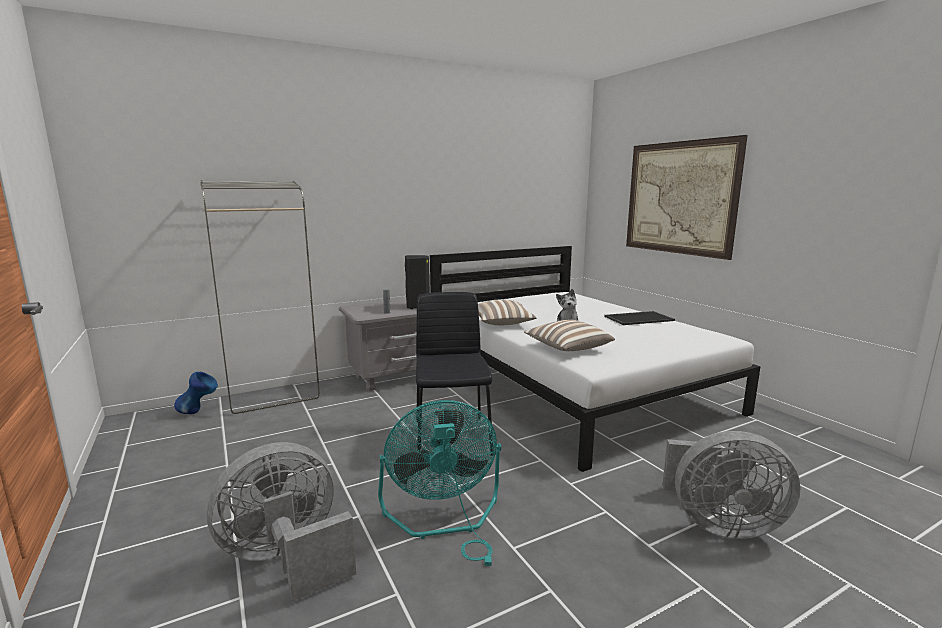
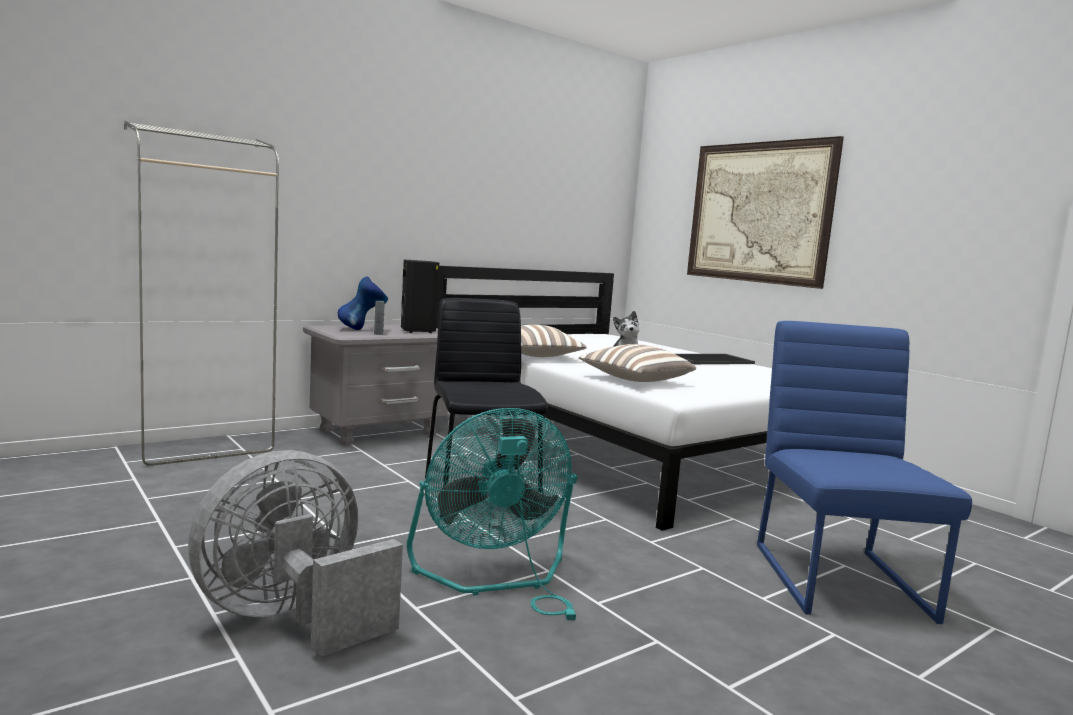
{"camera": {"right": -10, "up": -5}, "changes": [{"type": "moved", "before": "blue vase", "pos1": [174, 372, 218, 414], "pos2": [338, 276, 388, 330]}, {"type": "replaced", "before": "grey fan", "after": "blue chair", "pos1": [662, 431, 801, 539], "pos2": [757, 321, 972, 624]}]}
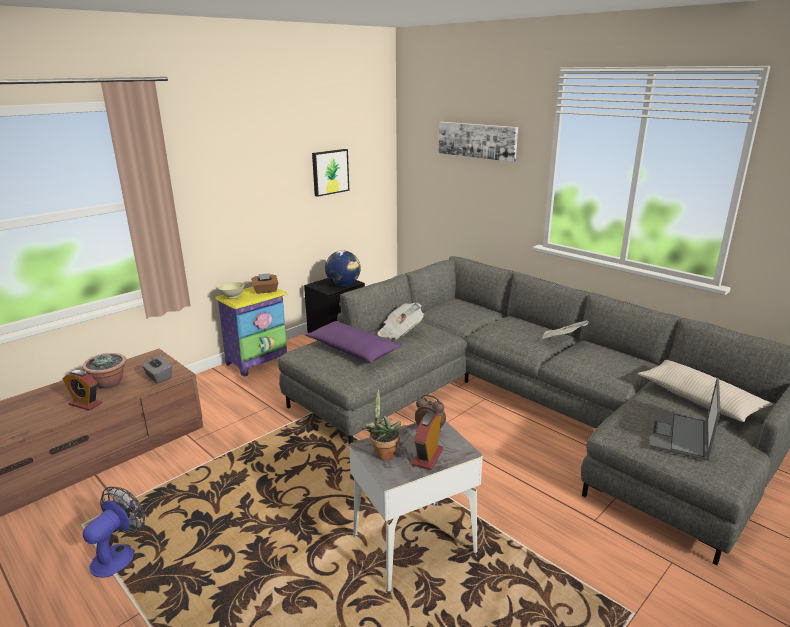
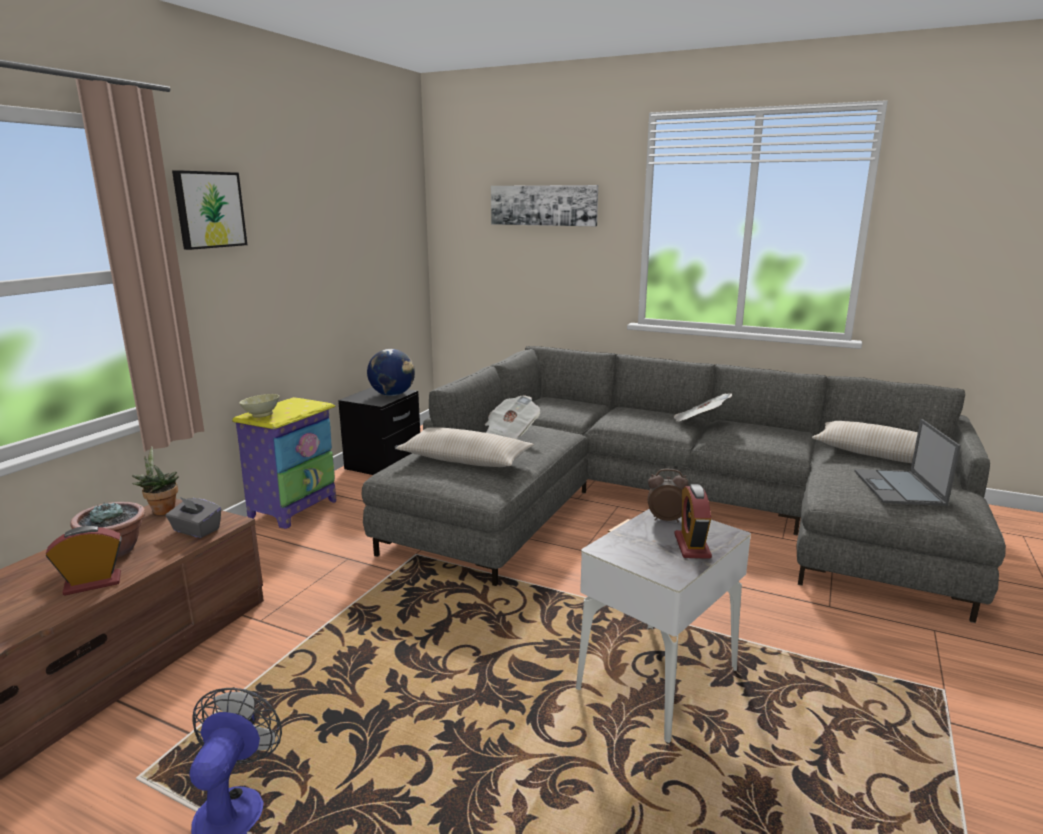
{"camera": {"right": -20, "up": -5}, "changes": [{"type": "turned", "before": "alarm clock", "pos1": [63, 370, 102, 411], "pos2": [46, 526, 122, 595], "turn": 150}, {"type": "removed", "before": "brown tissue box", "pos1": [251, 273, 278, 294]}, {"type": "recoloured", "before": "purple pillow", "after": "beige pillow", "pos1": [306, 321, 402, 363], "pos2": [396, 427, 534, 467]}, {"type": "moved", "before": "picture", "pos1": [312, 149, 350, 197], "pos2": [172, 170, 247, 250]}, {"type": "moved", "before": "potted plant", "pos1": [362, 390, 401, 460], "pos2": [132, 446, 179, 515]}]}
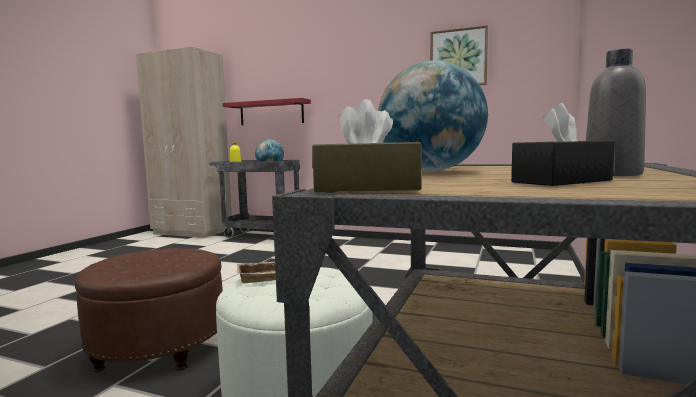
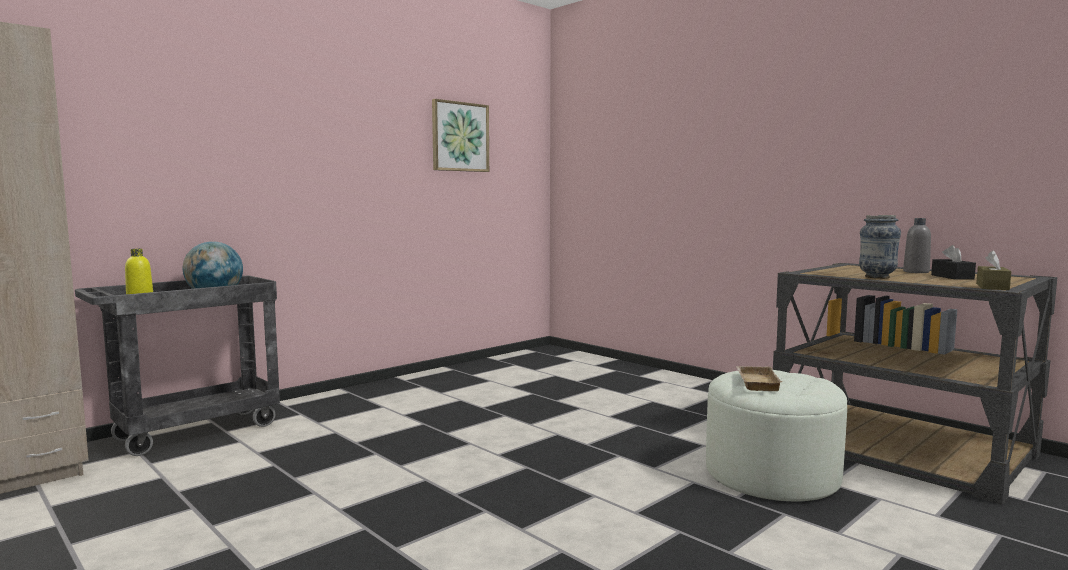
{"camera": {"right": -65, "up": 0}, "changes": [{"type": "removed", "before": "brown ottoman", "pos1": [75, 248, 223, 372]}, {"type": "removed", "before": "red shelf", "pos1": [222, 98, 311, 126]}, {"type": "replaced", "before": "globe", "after": "vase", "pos1": [378, 61, 488, 171], "pos2": [859, 215, 901, 279]}]}
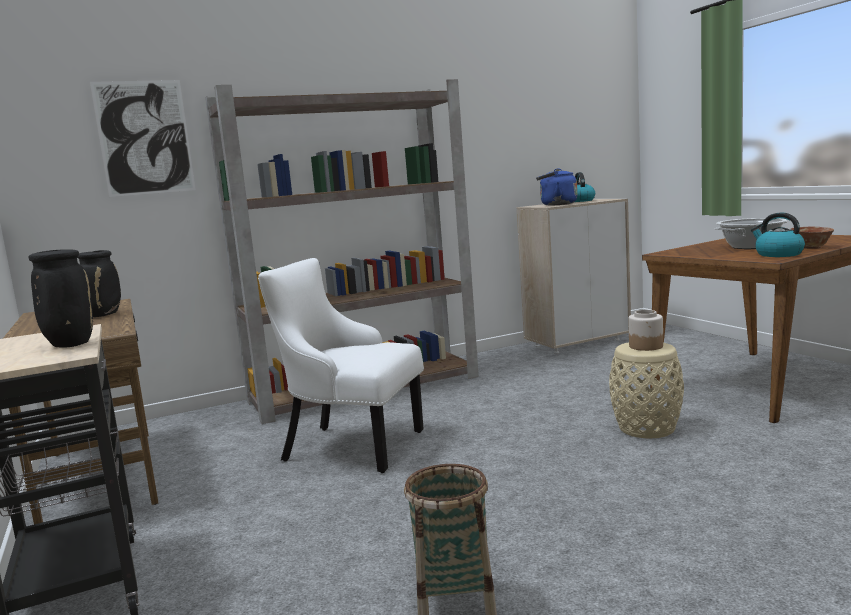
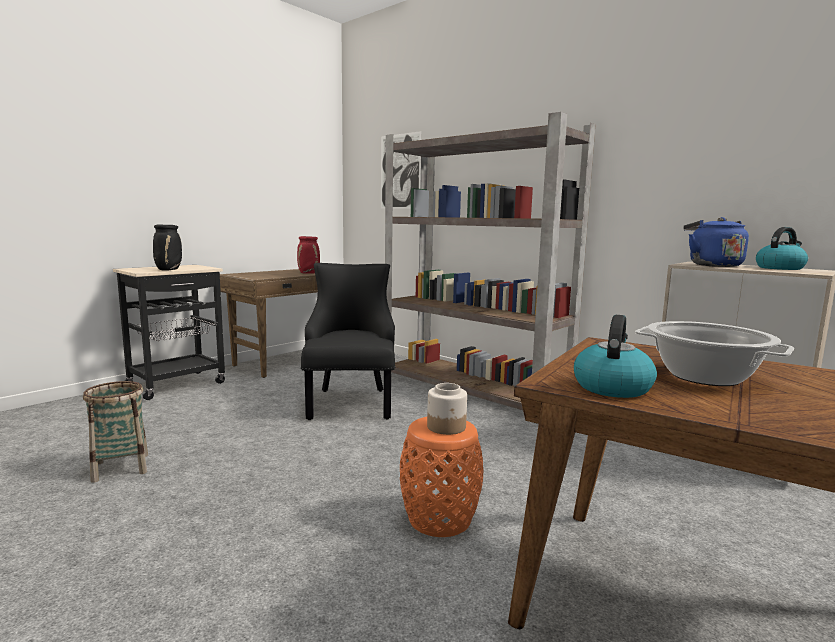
{"camera": {"right": 65, "up": 0}, "changes": [{"type": "recoloured", "before": "black vase", "after": "red vase", "pos1": [77, 250, 121, 317], "pos2": [297, 236, 320, 274]}, {"type": "recoloured", "before": "white chair", "after": "black chair", "pos1": [258, 258, 424, 473], "pos2": [301, 263, 395, 420]}, {"type": "recoloured", "before": "beige stool", "after": "orange stool", "pos1": [609, 342, 684, 438], "pos2": [400, 417, 484, 537]}, {"type": "removed", "before": "bowl", "pos1": [791, 227, 834, 249]}]}
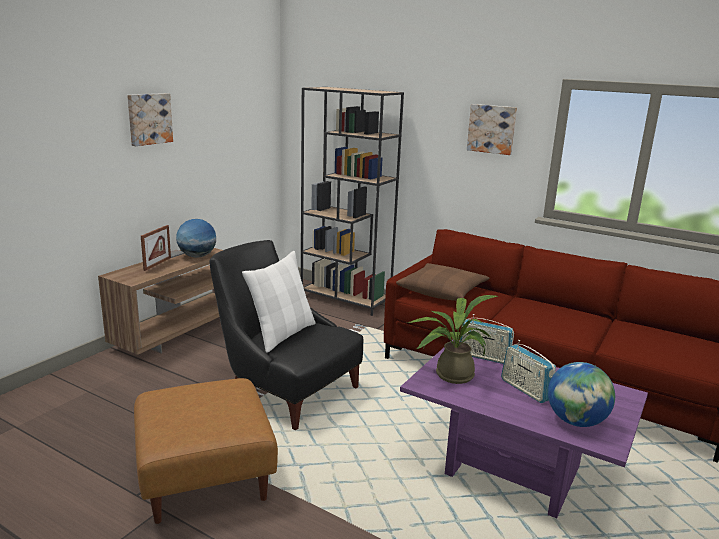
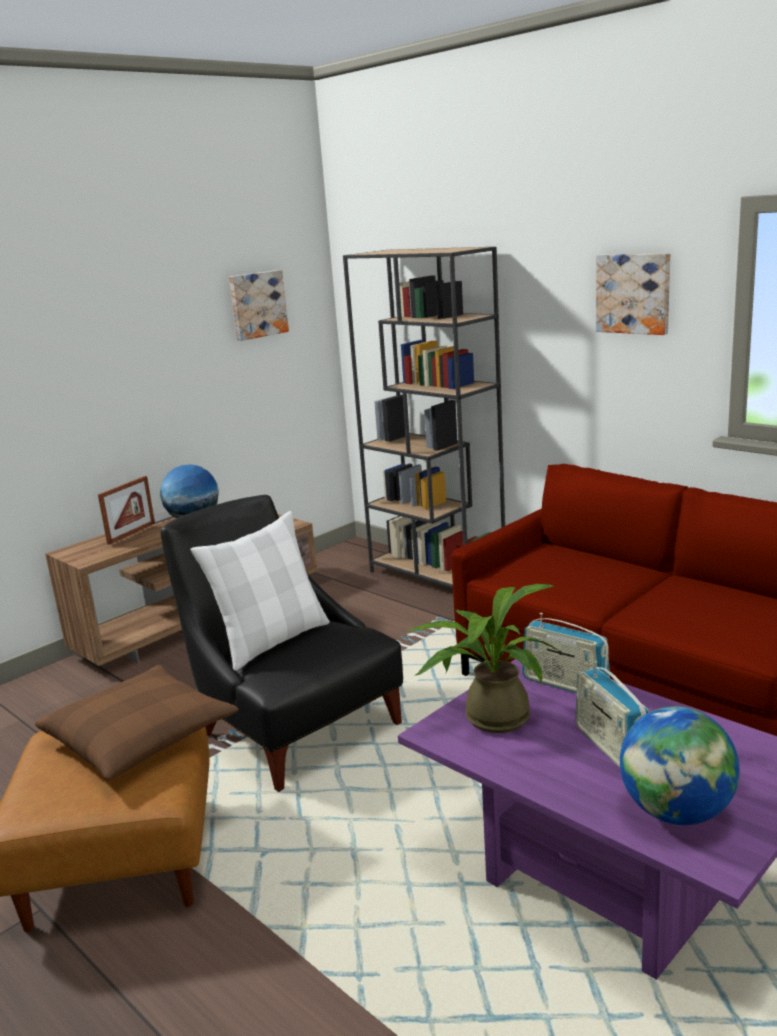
{"camera": {"right": 15, "up": 0}, "changes": [{"type": "moved", "before": "picture", "pos1": [127, 93, 173, 146], "pos2": [229, 270, 289, 341]}, {"type": "moved", "before": "brown pillow", "pos1": [396, 263, 489, 301], "pos2": [35, 665, 239, 780]}]}
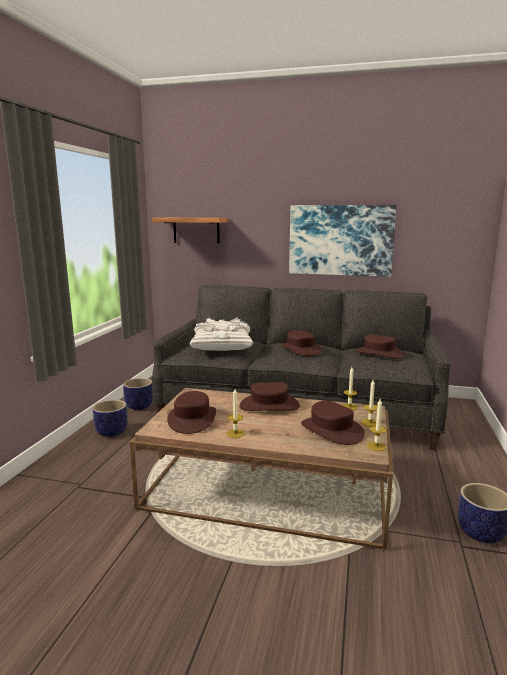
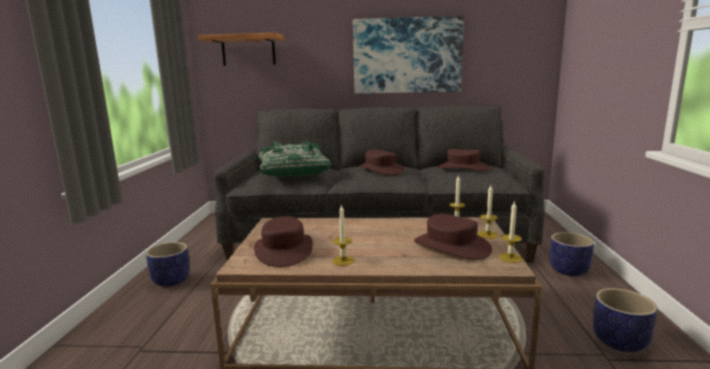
{"camera": {"right": -10, "up": 0}, "changes": [{"type": "moved", "before": "planter", "pos1": [123, 378, 153, 410], "pos2": [549, 232, 594, 276]}, {"type": "recoloured", "before": "white pillow", "after": "green pillow", "pos1": [190, 317, 253, 351], "pos2": [258, 140, 331, 177]}, {"type": "removed", "before": "brown hat", "pos1": [239, 382, 300, 411]}]}
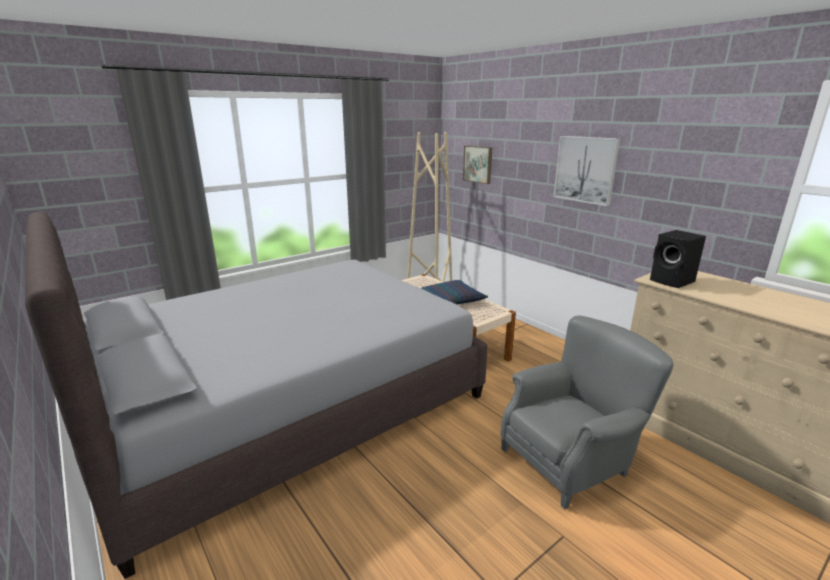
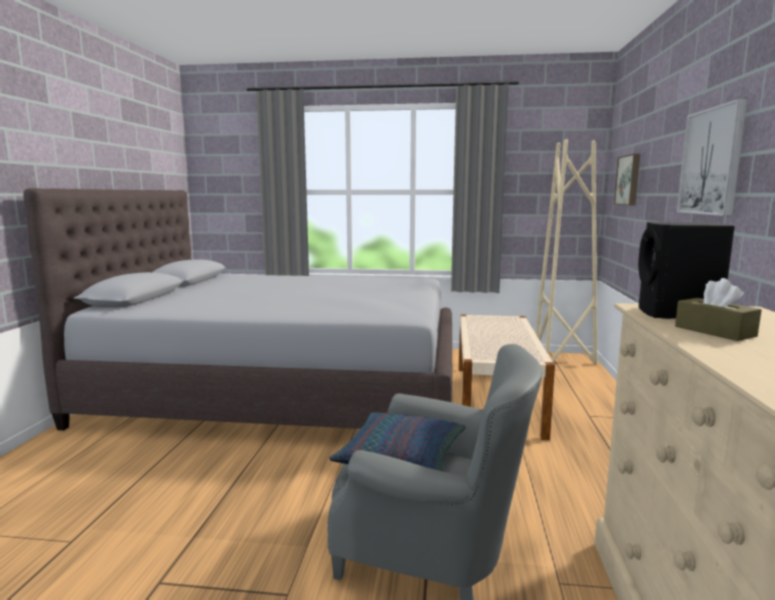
{"camera": {"right": 45, "up": -10}, "changes": [{"type": "moved", "before": "blue pillow", "pos1": [421, 280, 488, 304], "pos2": [329, 412, 466, 471]}, {"type": "added", "after": "brown tissue box", "pos2": [675, 278, 761, 341]}]}
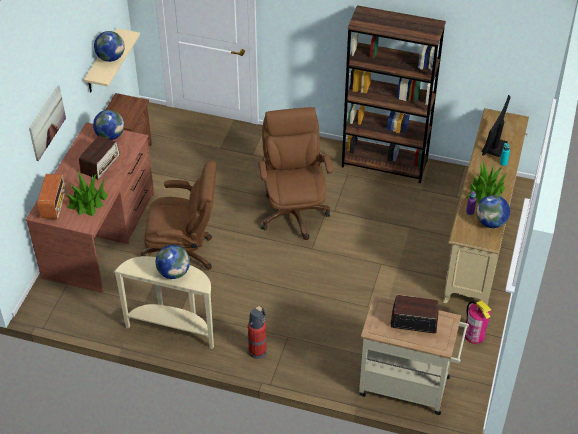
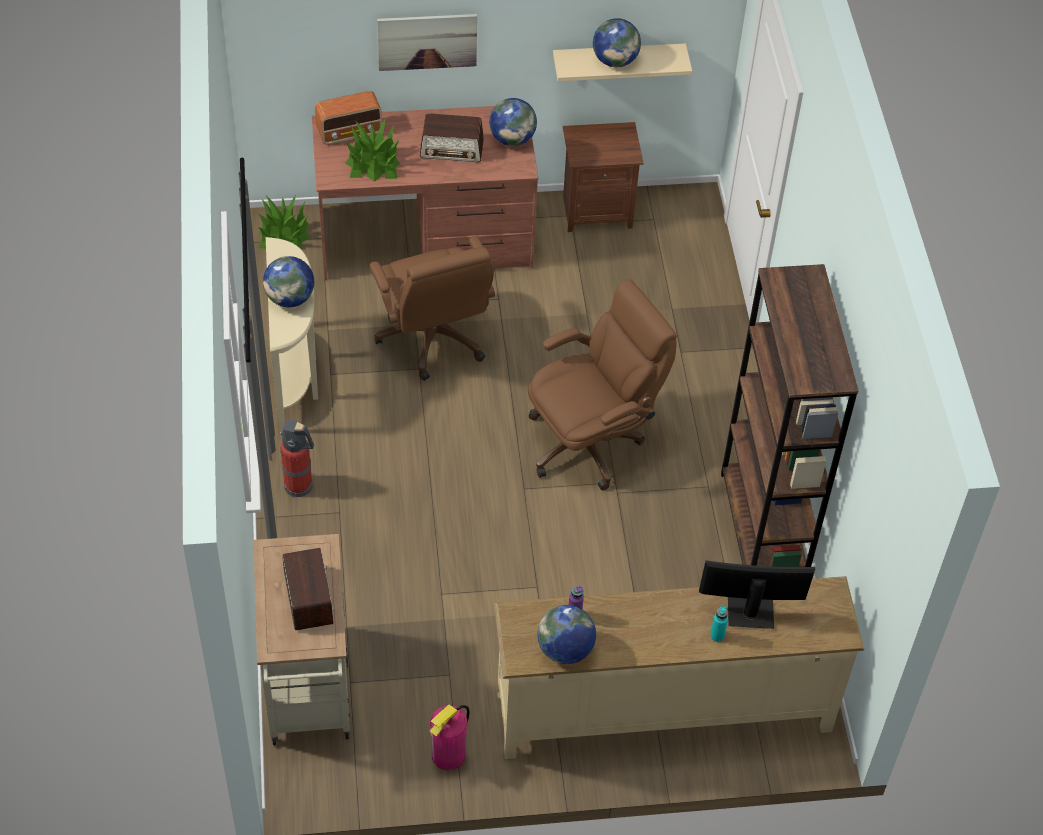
{"camera": {"right": 65, "up": 5}, "changes": [{"type": "moved", "before": "potted plant", "pos1": [467, 161, 507, 203], "pos2": [256, 195, 310, 249]}]}
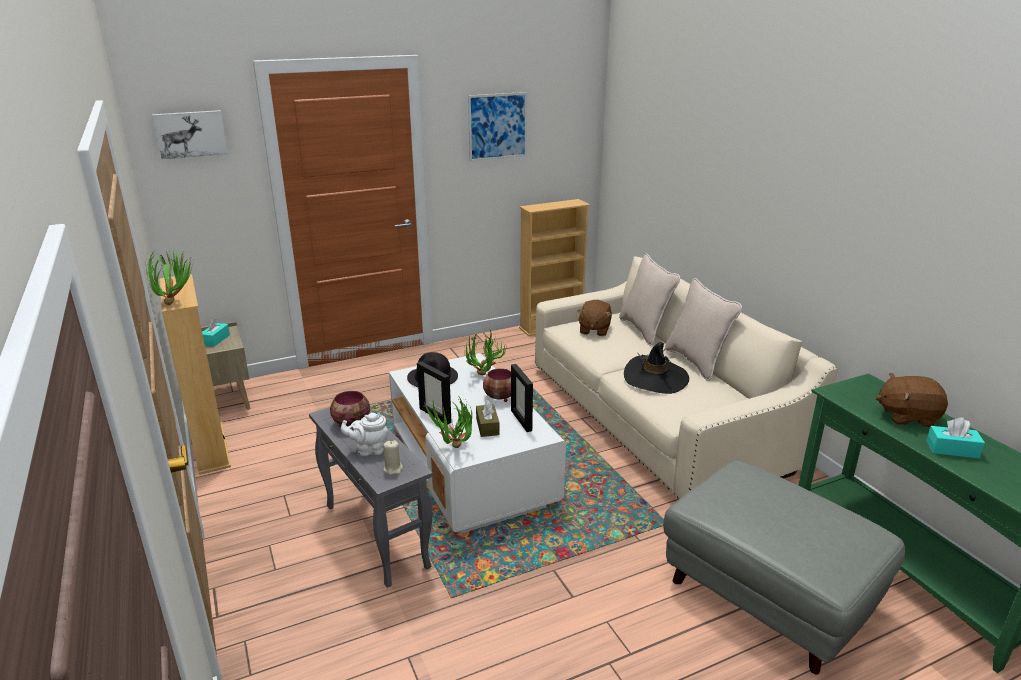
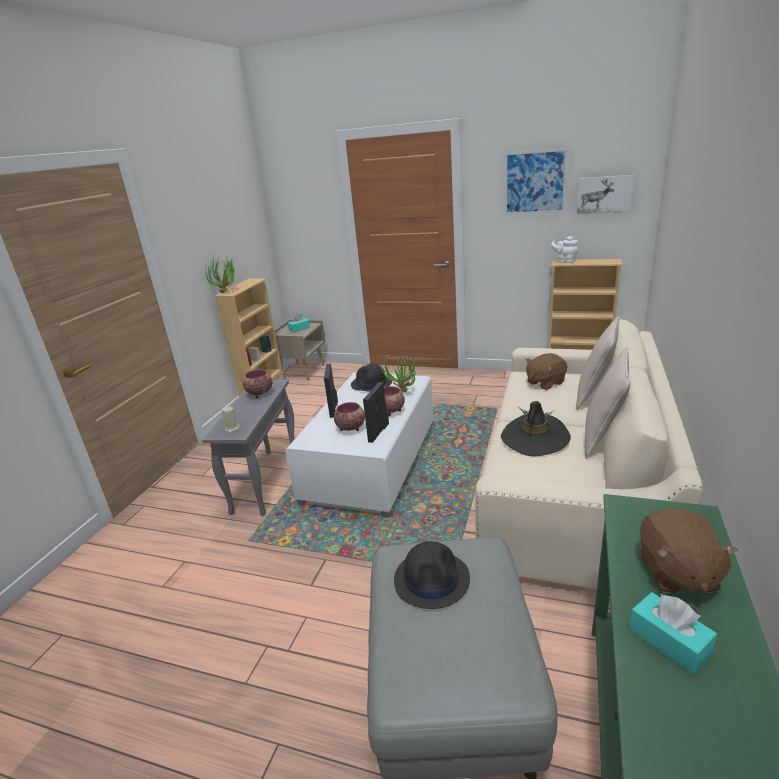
{"camera": {"right": 45, "up": 0}, "changes": [{"type": "moved", "before": "picture", "pos1": [152, 110, 228, 159], "pos2": [577, 175, 634, 214]}, {"type": "moved", "before": "white teapot", "pos1": [341, 413, 389, 456], "pos2": [551, 236, 578, 263]}, {"type": "removed", "before": "potted plant", "pos1": [424, 397, 472, 448]}, {"type": "replaced", "before": "brown tissue box", "after": "bowl", "pos1": [476, 400, 499, 437], "pos2": [334, 402, 365, 431]}, {"type": "turned", "before": "brown plush toy", "pos1": [876, 373, 948, 427], "pos2": [640, 508, 738, 593], "turn": -135}, {"type": "added", "after": "black hat", "pos2": [394, 541, 470, 609]}]}
